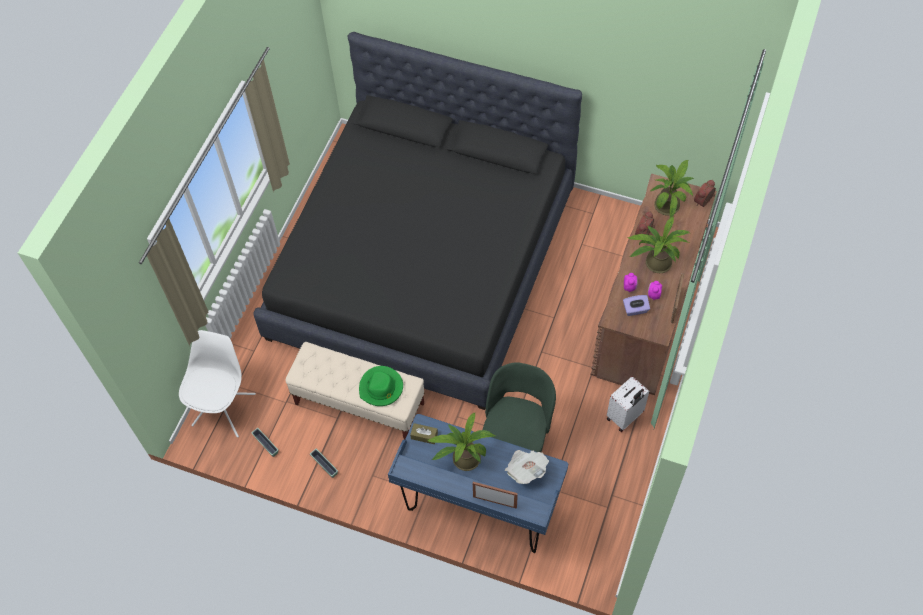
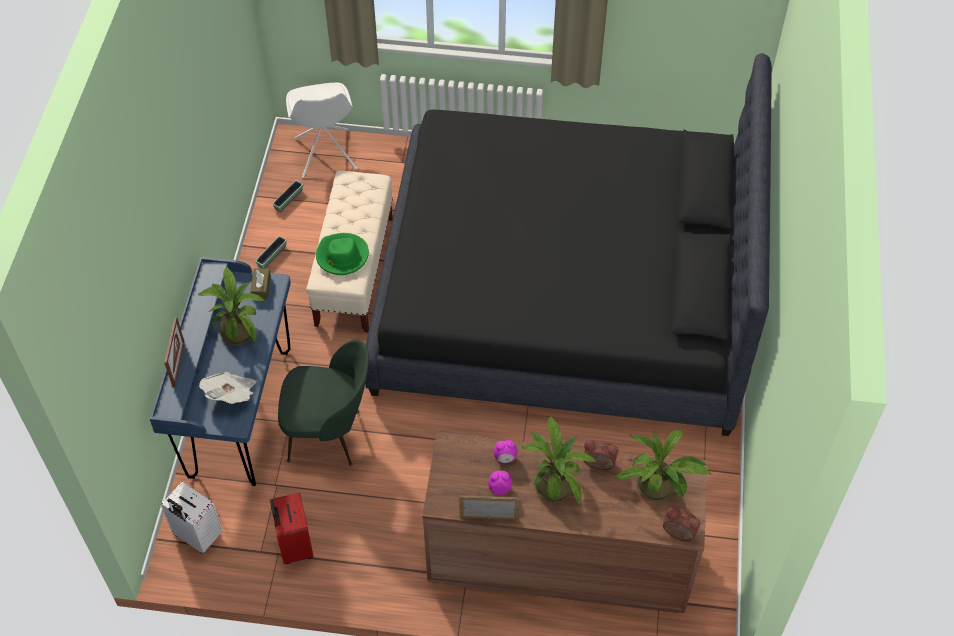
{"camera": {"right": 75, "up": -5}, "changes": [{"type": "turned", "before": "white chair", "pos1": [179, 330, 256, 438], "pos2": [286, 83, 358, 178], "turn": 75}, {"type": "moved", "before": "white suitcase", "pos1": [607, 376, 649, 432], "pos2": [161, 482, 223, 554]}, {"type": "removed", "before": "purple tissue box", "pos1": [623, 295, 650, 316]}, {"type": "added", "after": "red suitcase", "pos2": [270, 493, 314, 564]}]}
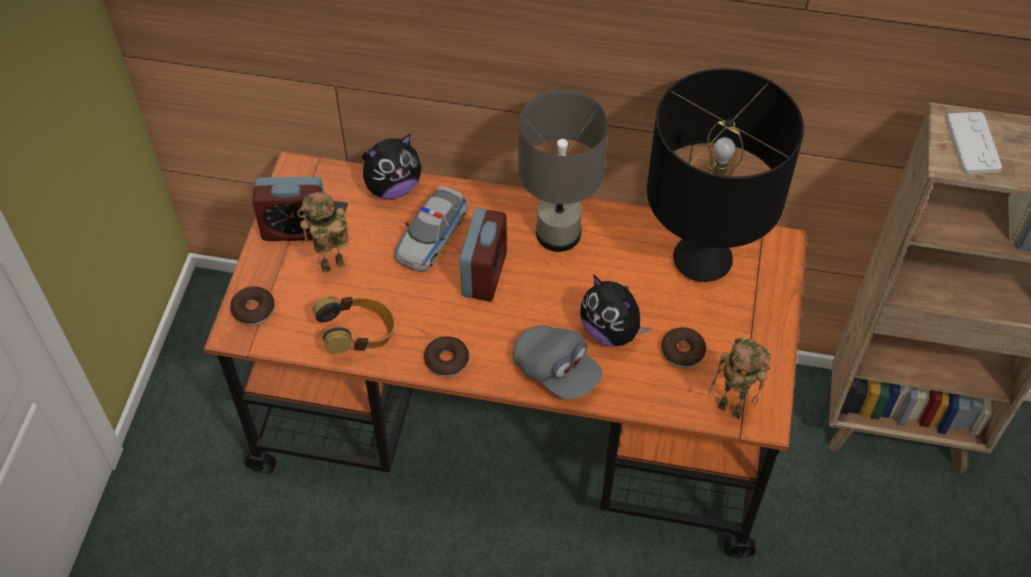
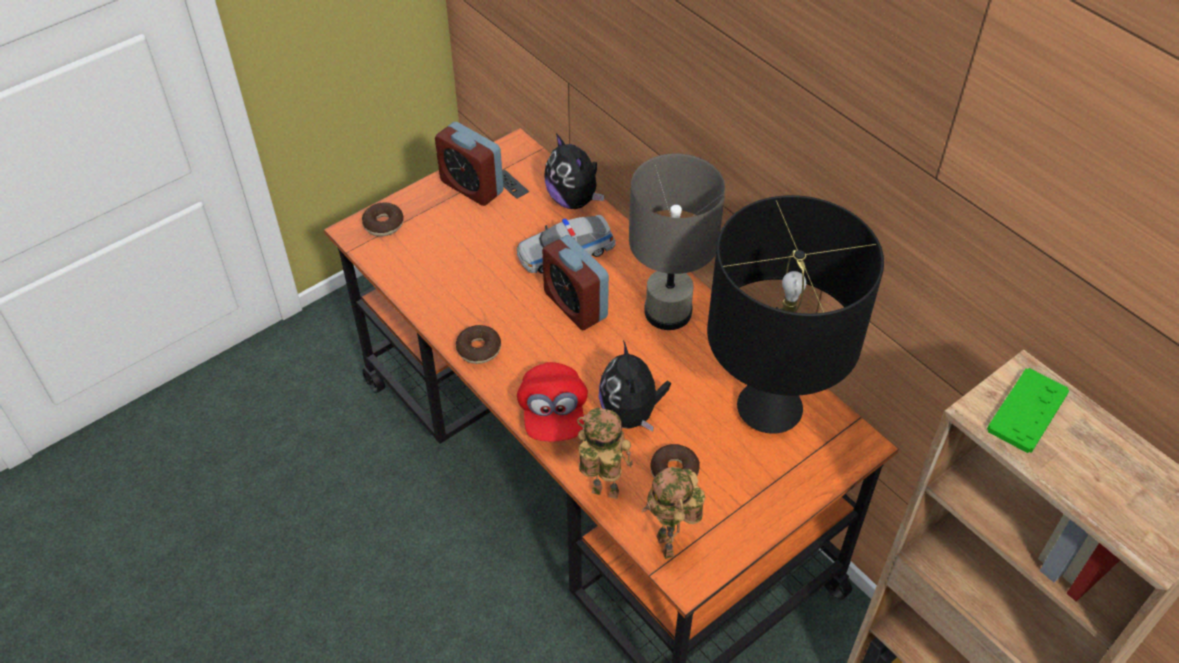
{"camera": {"right": 40, "up": -5}, "changes": [{"type": "moved", "before": "toy robot", "pos1": [297, 191, 349, 273], "pos2": [577, 408, 633, 499]}, {"type": "removed", "before": "headphones", "pos1": [313, 296, 395, 353]}, {"type": "turned", "before": "plush toy", "pos1": [362, 134, 422, 199], "pos2": [544, 133, 604, 209], "turn": 45}, {"type": "turned", "before": "alarm clock", "pos1": [460, 208, 507, 302], "pos2": [542, 235, 609, 330], "turn": 90}, {"type": "recoloured", "before": "grey cap", "after": "red cap", "pos1": [513, 325, 602, 400], "pos2": [517, 362, 588, 442]}, {"type": "recoloured", "before": "white game controller", "after": "green game controller", "pos1": [946, 112, 1002, 174], "pos2": [987, 368, 1070, 453]}]}
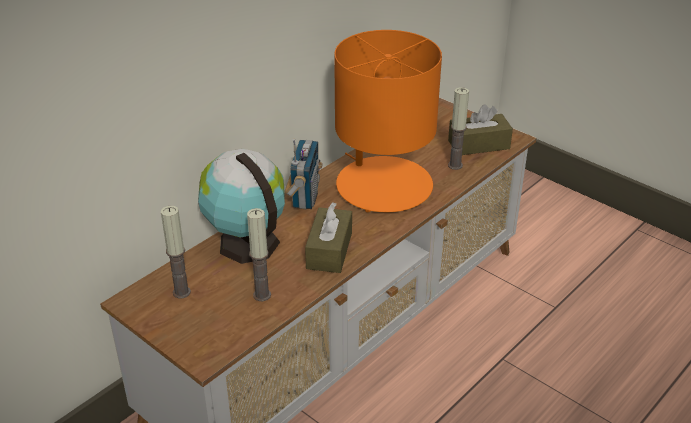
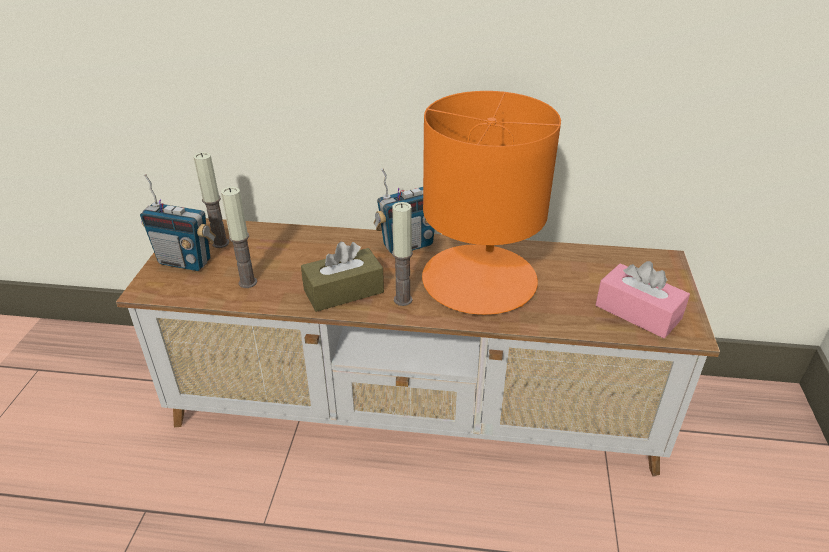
{"camera": {"right": 55, "up": 0}, "changes": [{"type": "removed", "before": "globe", "pos1": [198, 149, 285, 264]}, {"type": "moved", "before": "candle", "pos1": [448, 87, 469, 170], "pos2": [392, 202, 413, 306]}, {"type": "recoloured", "before": "brown tissue box", "after": "pink tissue box", "pos1": [448, 104, 513, 155], "pos2": [596, 261, 690, 338]}, {"type": "added", "after": "radio", "pos2": [140, 174, 216, 271]}]}
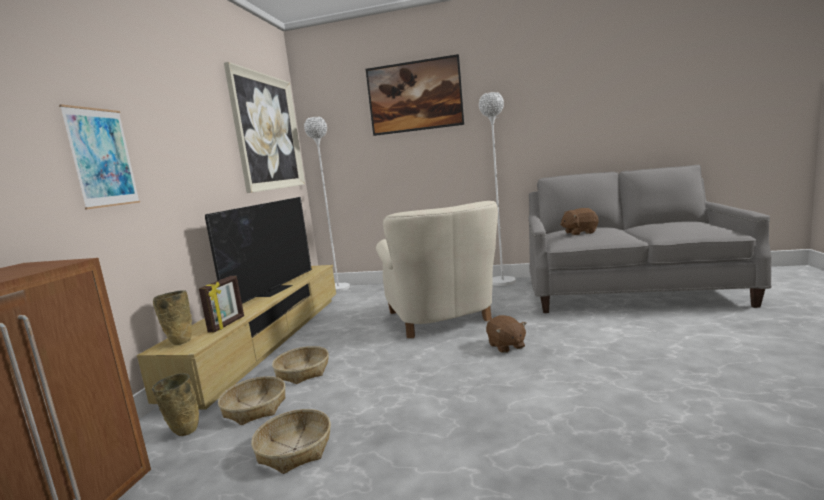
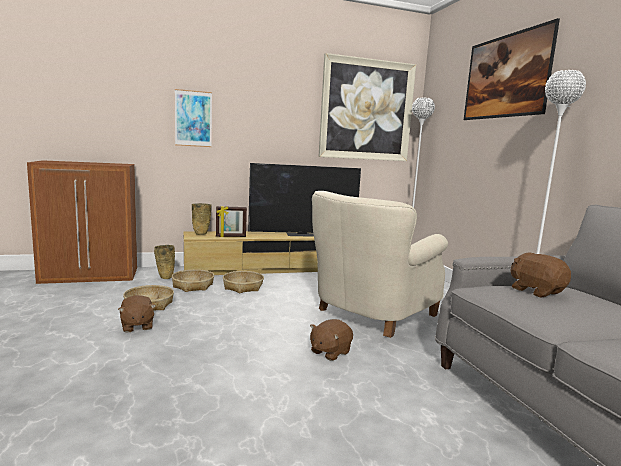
{"camera": {"right": 60, "up": 0}, "changes": [{"type": "added", "after": "brown plush toy", "pos2": [118, 295, 156, 332]}]}
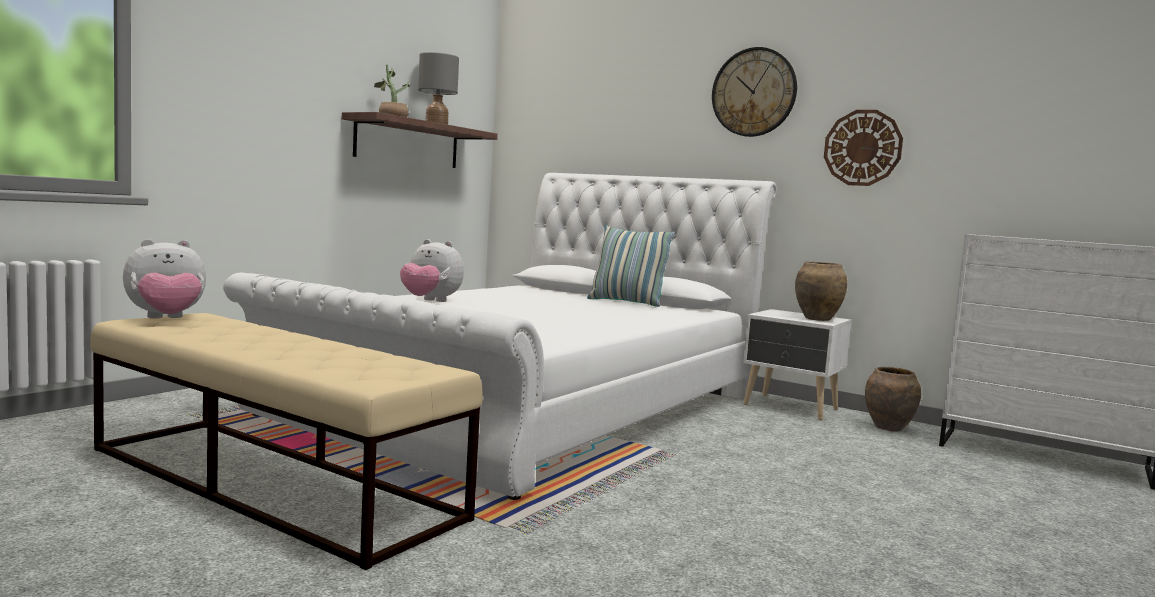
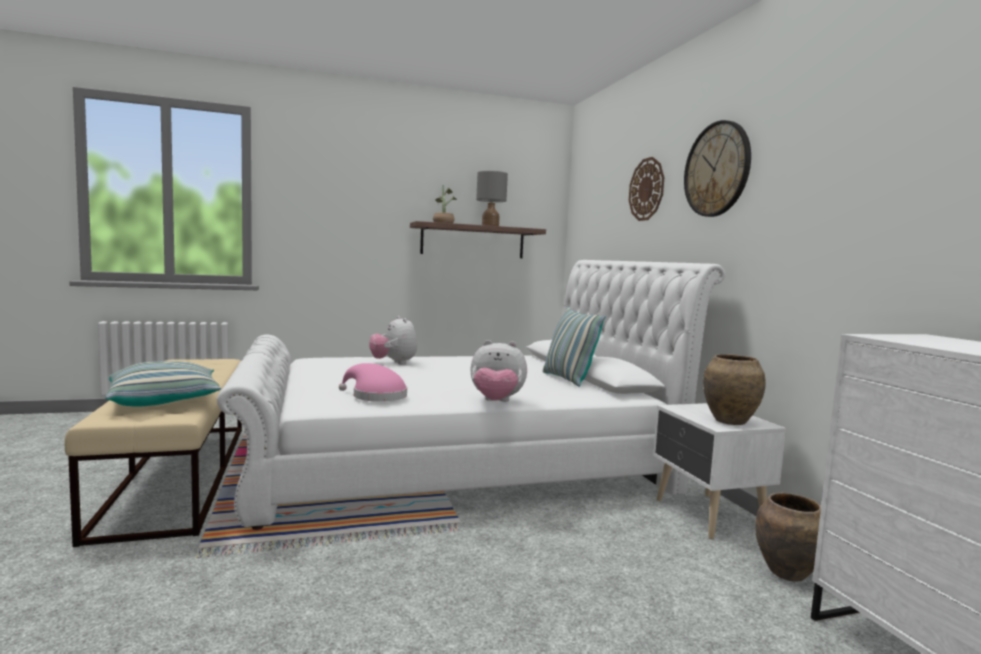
{"camera": {"right": 40, "up": 0}, "changes": [{"type": "moved", "before": "plush toy", "pos1": [123, 239, 206, 319], "pos2": [471, 340, 527, 402]}, {"type": "moved", "before": "wall clock", "pos1": [824, 110, 903, 186], "pos2": [629, 157, 664, 221]}, {"type": "added", "after": "pillow", "pos2": [105, 361, 222, 407]}, {"type": "added", "after": "pink hat", "pos2": [339, 363, 407, 402]}]}
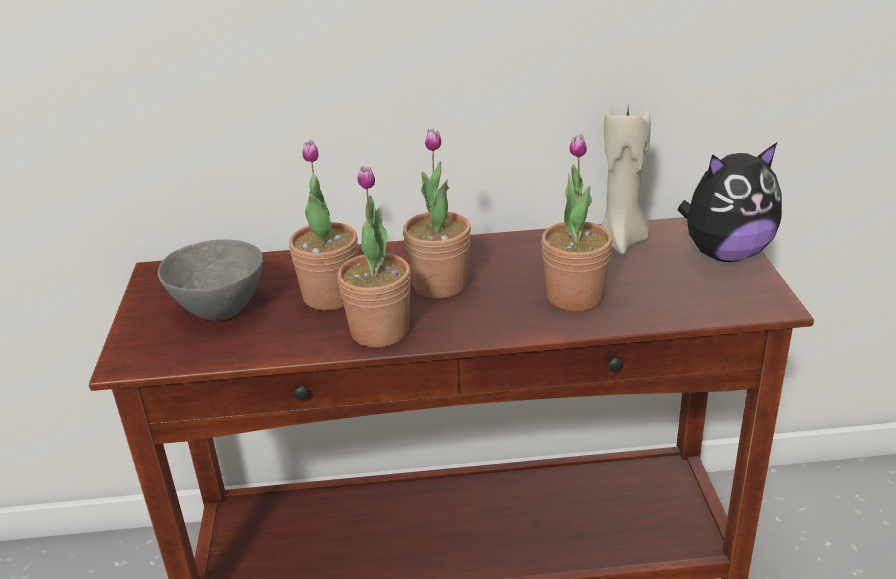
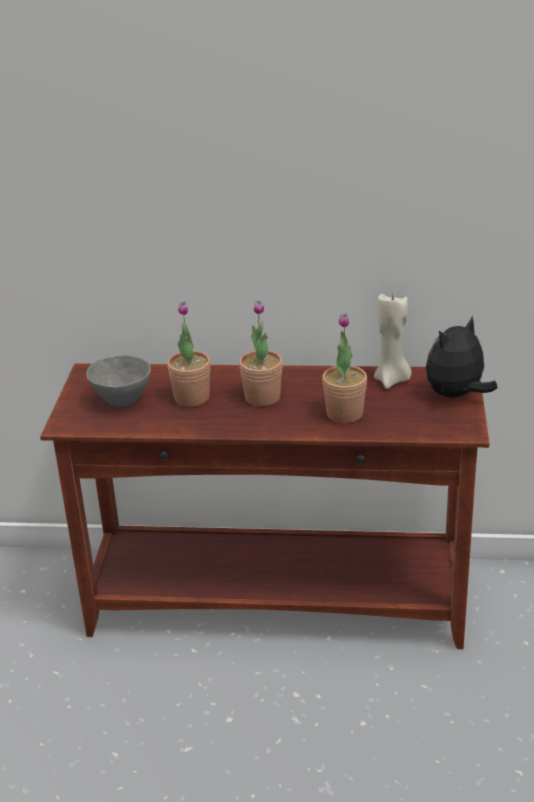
{"camera": {"right": 10, "up": 0}, "changes": [{"type": "removed", "before": "potted plant", "pos1": [337, 166, 411, 347]}, {"type": "turned", "before": "plush toy", "pos1": [678, 143, 782, 262], "pos2": [426, 315, 498, 398], "turn": 150}]}
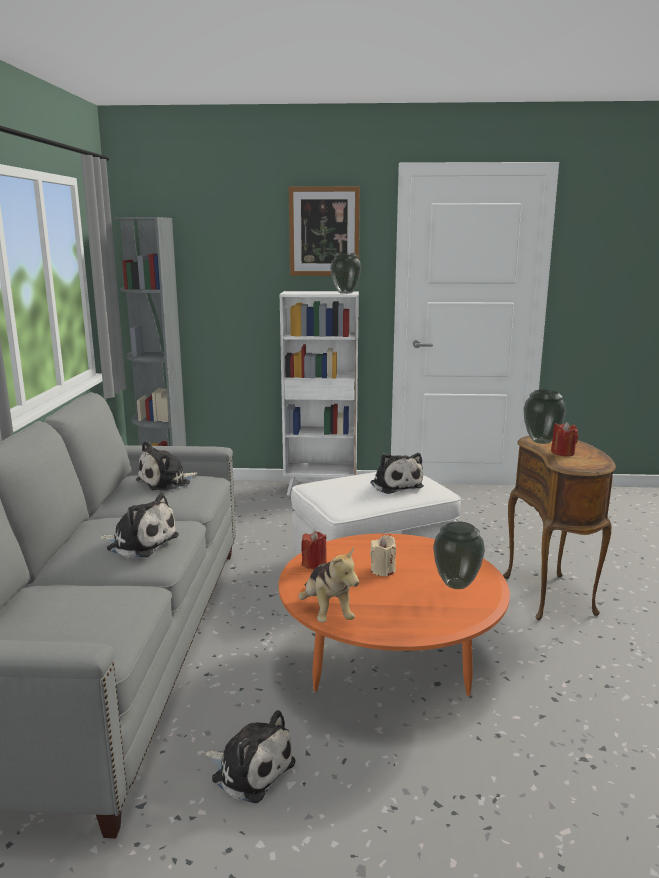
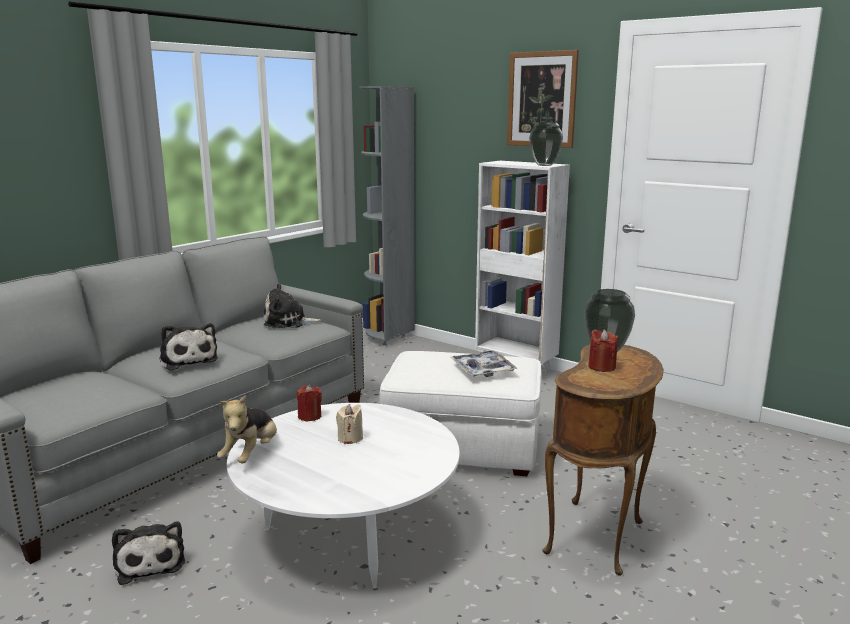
{"camera": {"right": 35, "up": 0}, "changes": [{"type": "recoloured", "before": "orange coffee table", "after": "white coffee table", "pos1": [279, 533, 510, 696], "pos2": [227, 403, 459, 588]}, {"type": "replaced", "before": "plush toy", "after": "tray", "pos1": [370, 453, 424, 494], "pos2": [451, 351, 518, 377]}, {"type": "removed", "before": "vase", "pos1": [433, 521, 485, 589]}]}
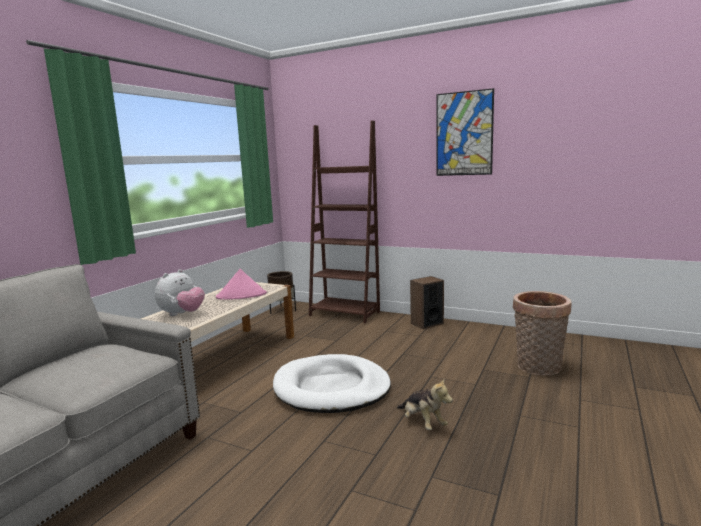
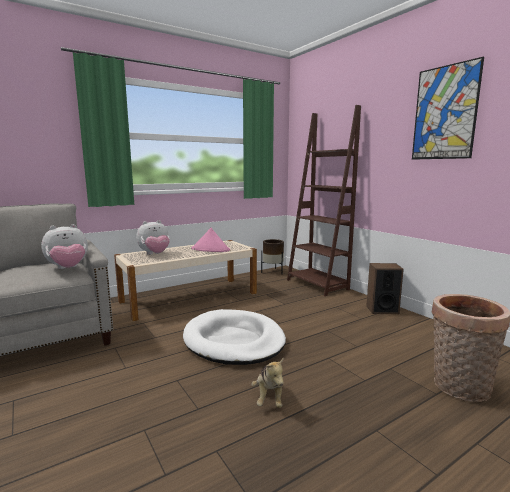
{"camera": {"right": 30, "up": 0}, "changes": [{"type": "added", "after": "plush toy", "pos2": [41, 224, 88, 269]}]}
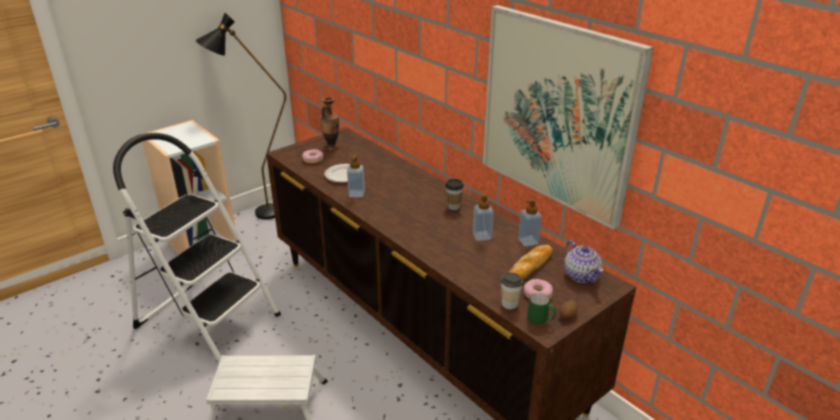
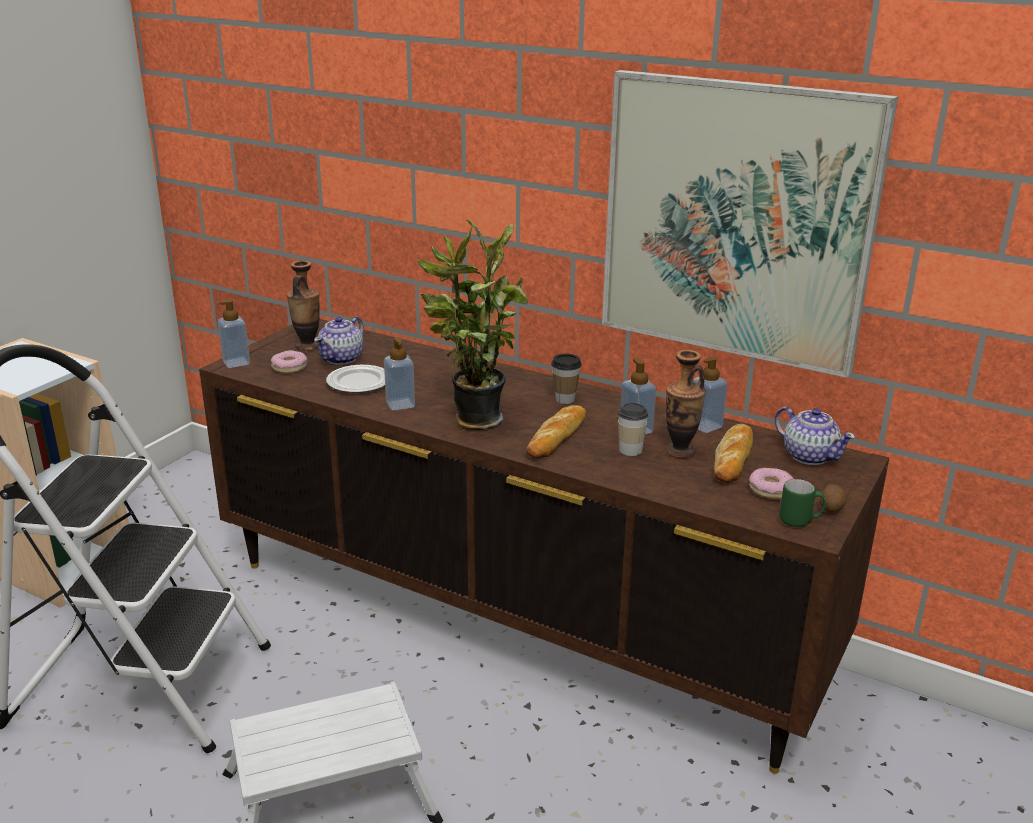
{"camera": {"right": -20, "up": -5}, "changes": [{"type": "removed", "before": "black floor lamp", "pos1": [195, 13, 286, 219]}, {"type": "moved", "before": "cup", "pos1": [501, 272, 523, 309], "pos2": [618, 403, 648, 456]}, {"type": "added", "after": "soap dispenser", "pos2": [218, 300, 250, 368]}, {"type": "added", "after": "teapot", "pos2": [314, 316, 364, 365]}, {"type": "added", "after": "potted plant", "pos2": [417, 219, 528, 430]}, {"type": "added", "after": "bread", "pos2": [527, 405, 586, 459]}, {"type": "added", "after": "vase", "pos2": [666, 350, 706, 458]}]}
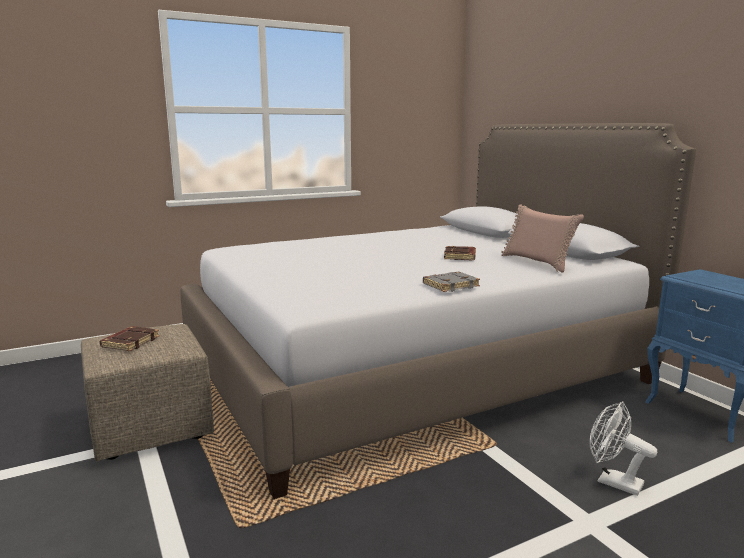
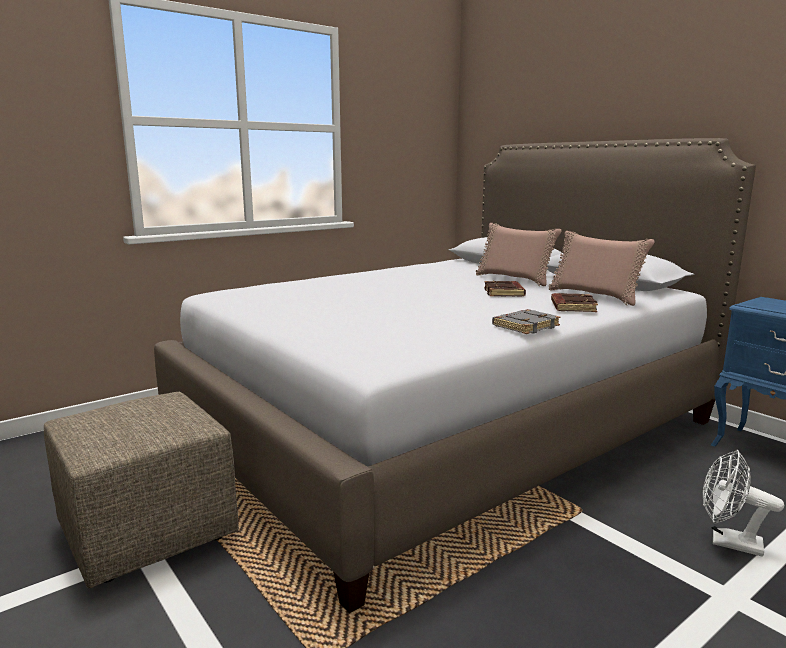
{"camera": {"right": -10, "up": 0}, "changes": [{"type": "moved", "before": "brown book", "pos1": [100, 326, 159, 351], "pos2": [551, 293, 598, 312]}, {"type": "added", "after": "beige pillow", "pos2": [476, 223, 561, 286]}]}
